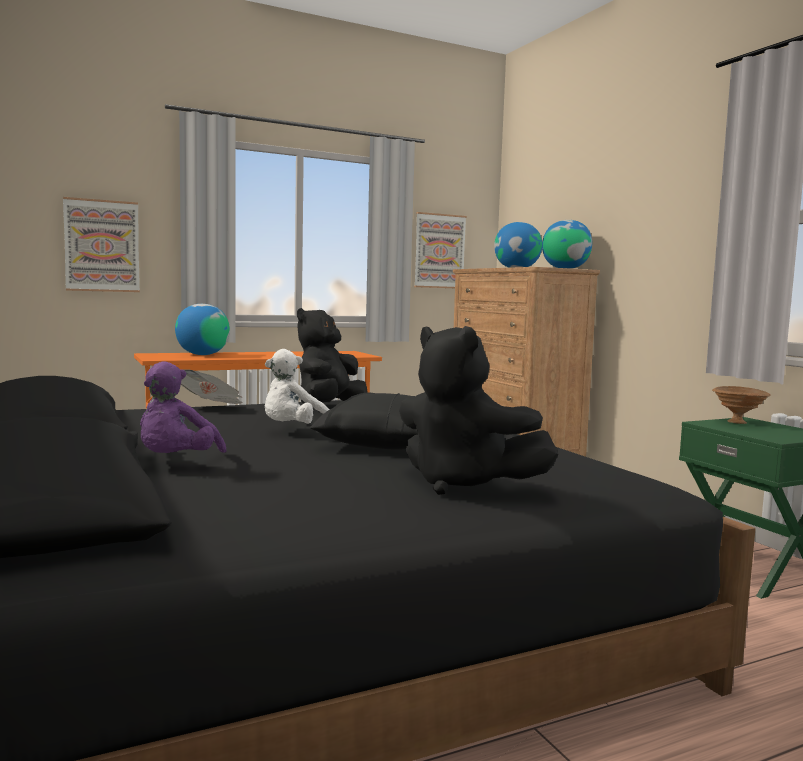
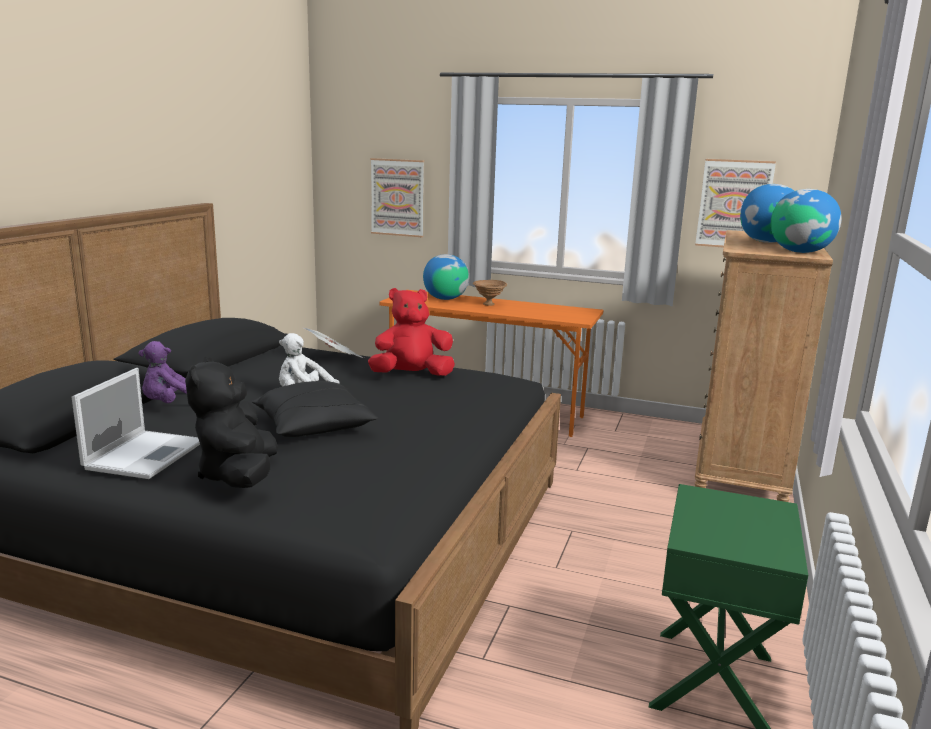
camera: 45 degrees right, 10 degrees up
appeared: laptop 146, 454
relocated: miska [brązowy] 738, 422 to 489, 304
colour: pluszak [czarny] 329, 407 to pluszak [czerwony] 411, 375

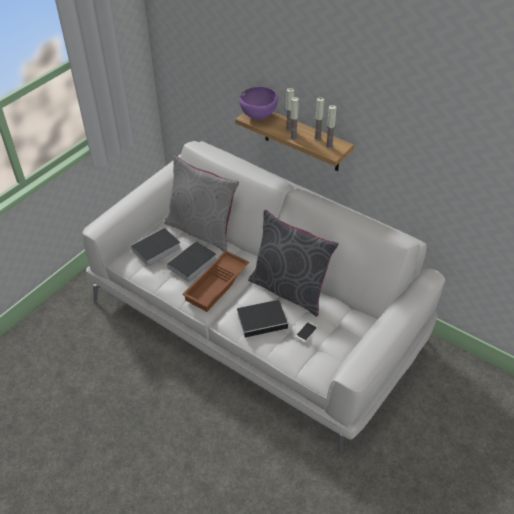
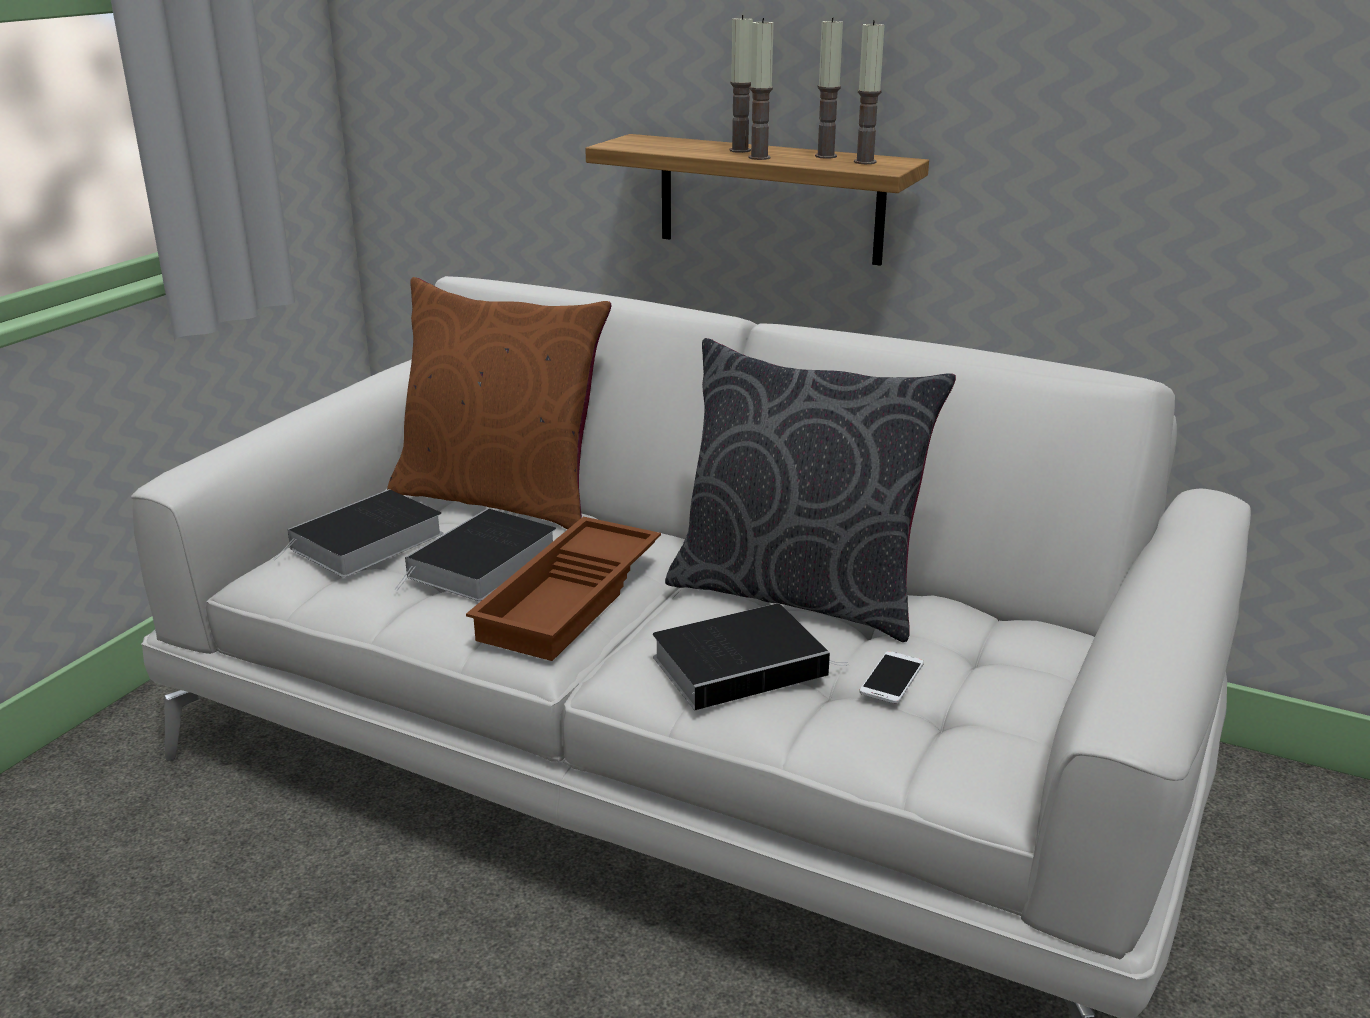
camera: 10 degrees left, 20 degrees down
missing: miska [fioletowy] 258, 116
colour: poduszka [szary] 202, 230 to poduszka [brązowy] 501, 498

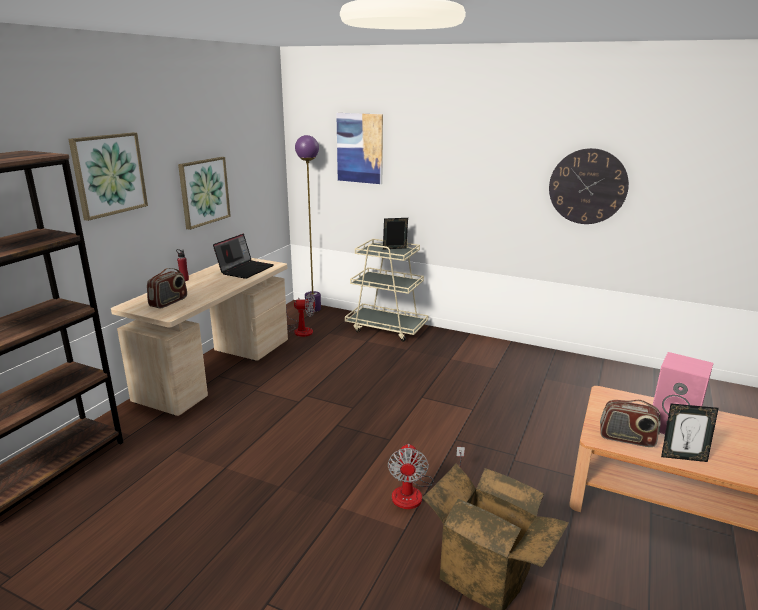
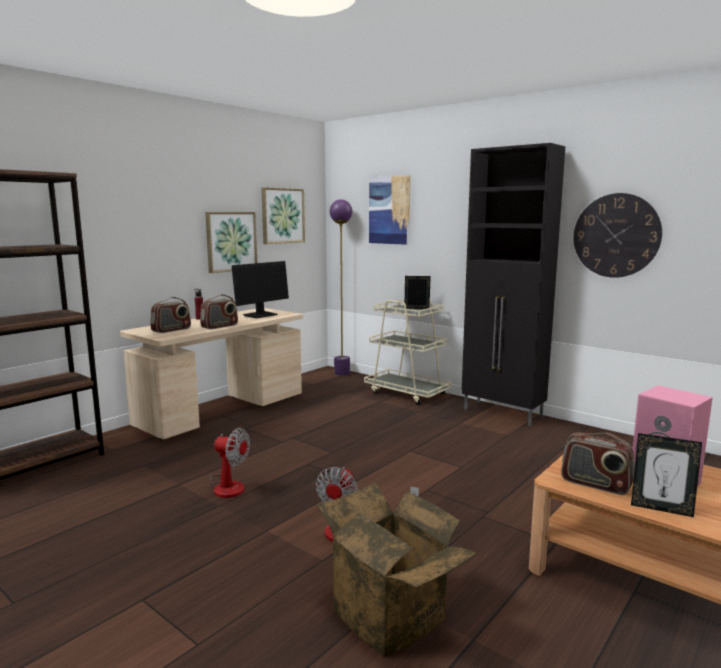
camera: 15 degrees right, 10 degrees down
appeared: radio 219, 326; szafka [czarny] 503, 413
relocated: obraz 109, 174 to 282, 216; wentylator 300, 330 to 228, 485
exchanged: laptop 245, 269 to monitor 260, 315

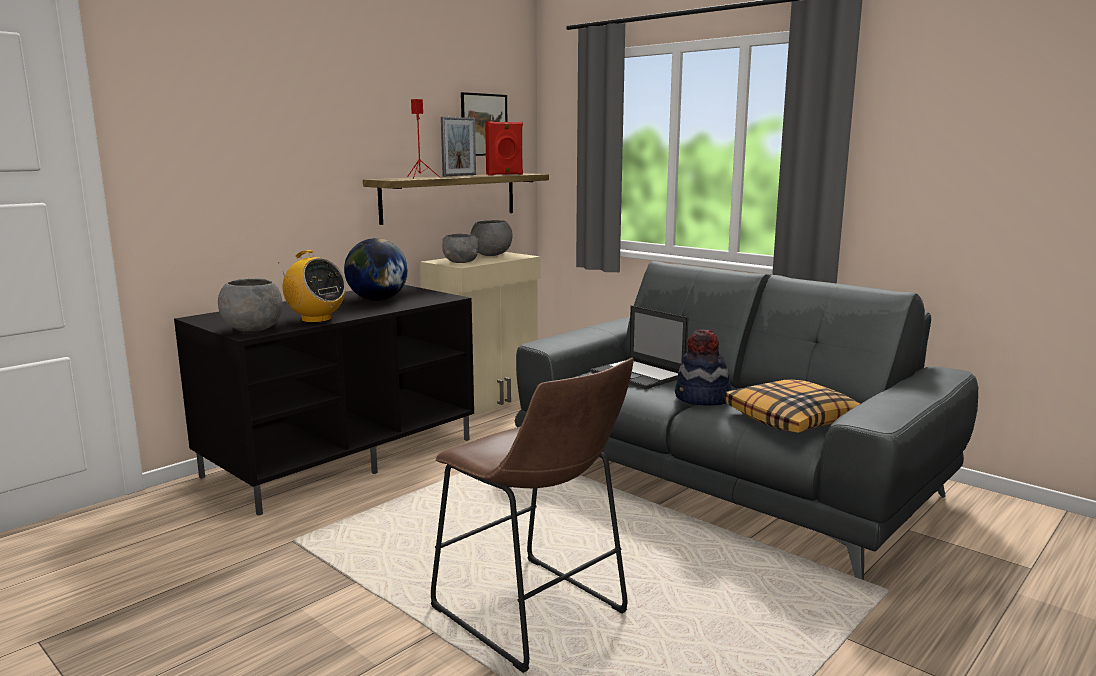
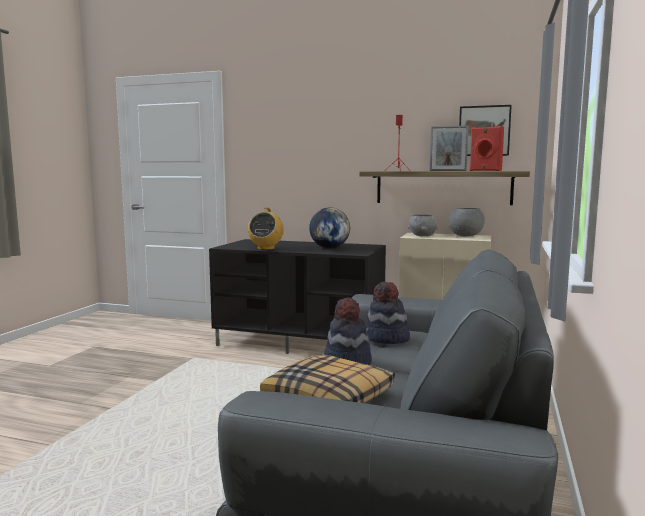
camera: 65 degrees right, 5 degrees down
missing: miska [szary] 253, 329; stołek [brązowy] 535, 616
exchanged: laptop 639, 375 to kapelusz 386, 338

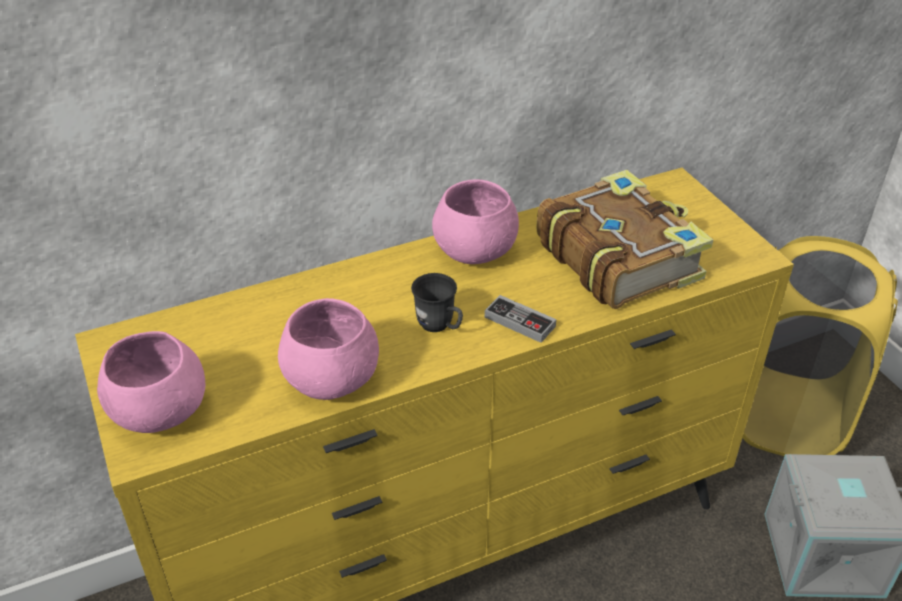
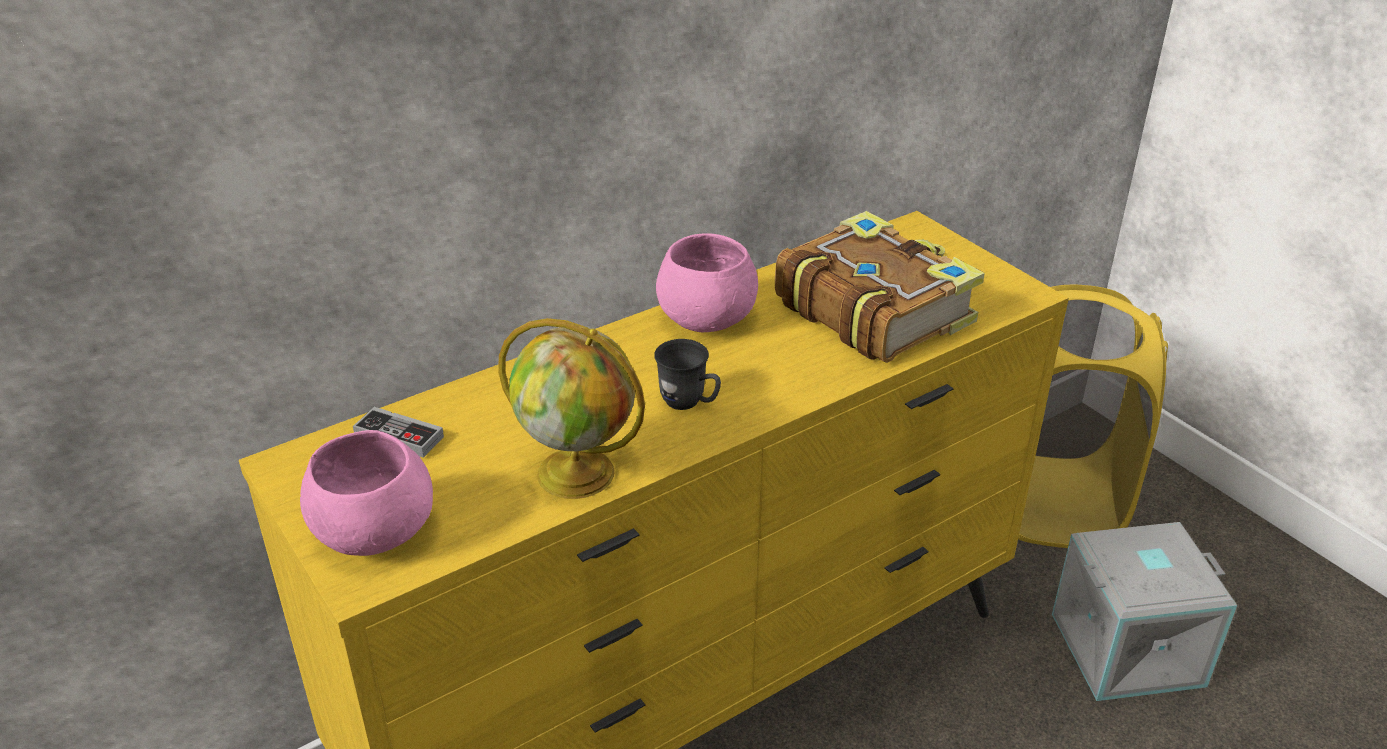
camera: 10 degrees left, 5 degrees down
relocated: pad do gier 519, 322 to 399, 436
exchanged: miska [różowy] 333, 379 to globus 578, 473

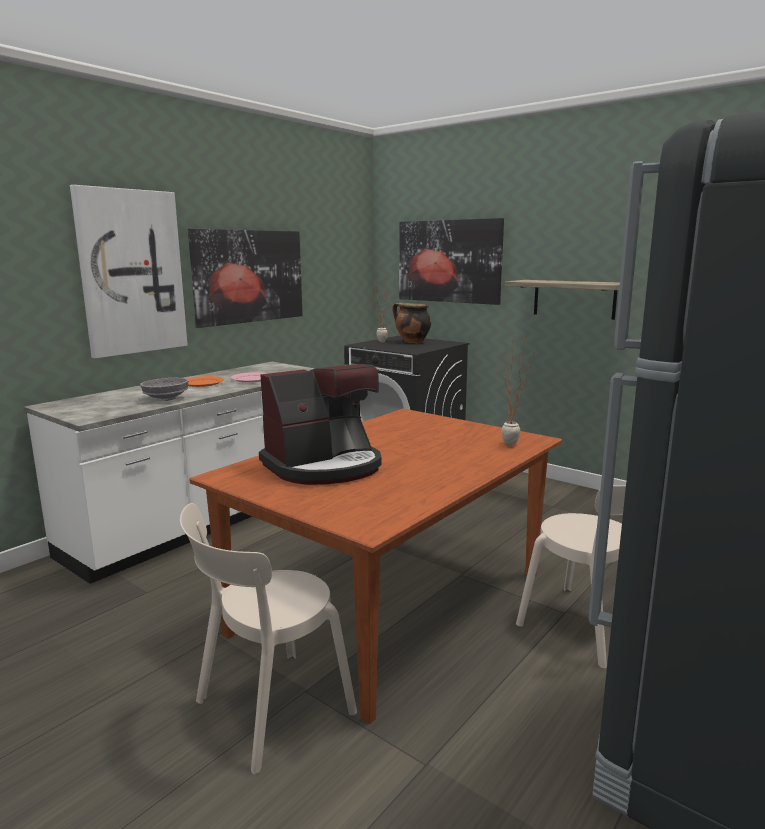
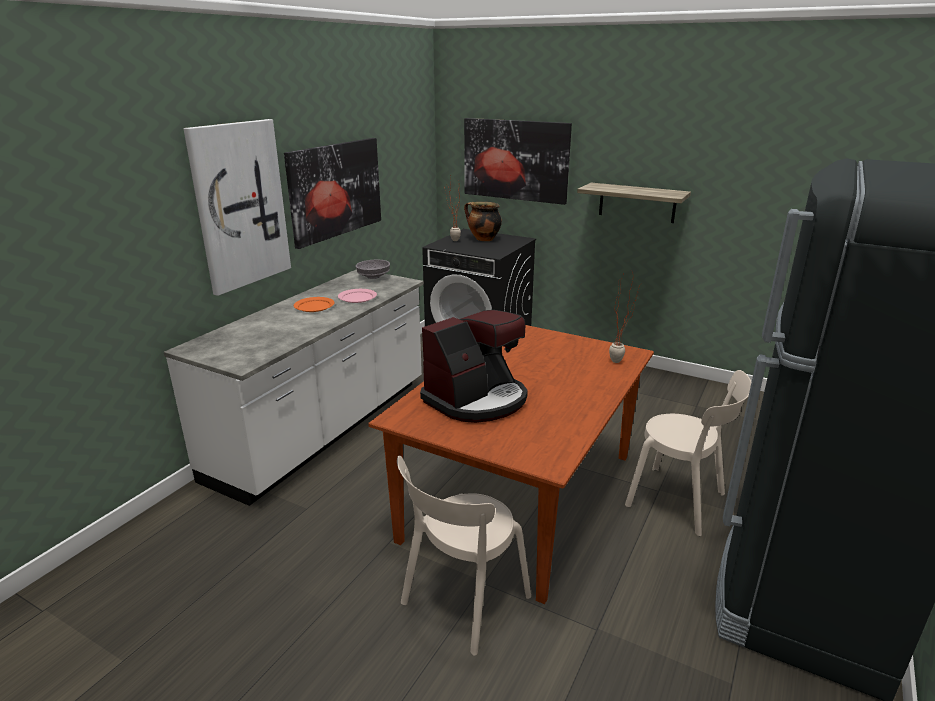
camera: 10 degrees left, 10 degrees up
relocated: miska [szary] 166, 399 to 374, 276

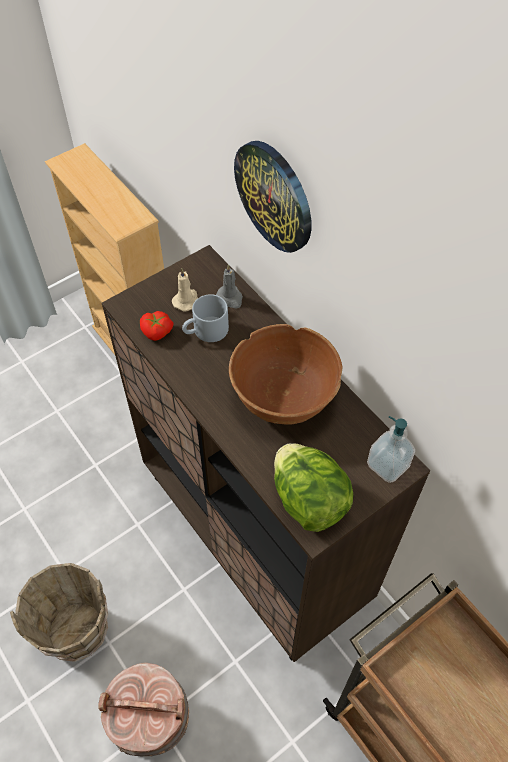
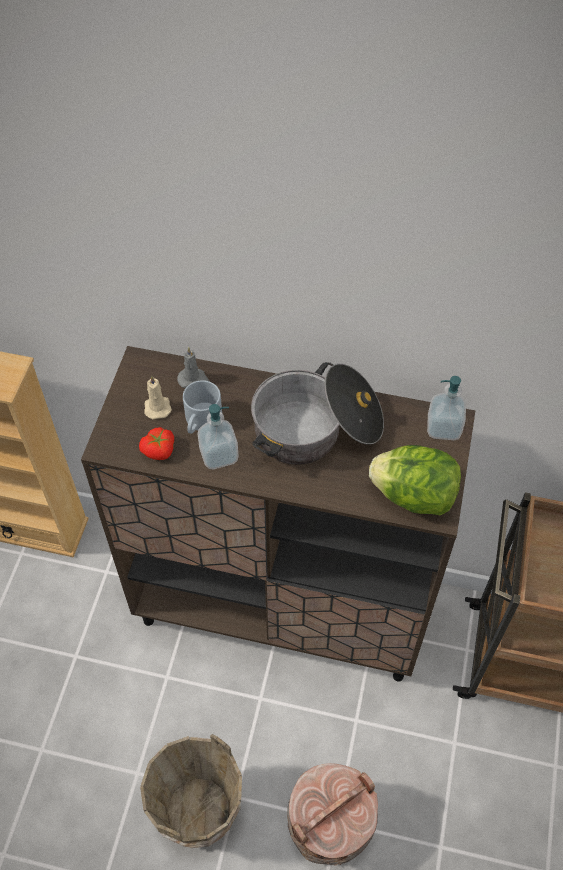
camera: 40 degrees left, 0 degrees up
missing: zegar ścienny 275, 196
appeared: dozownik mydła 219, 455
exchanged: miska [brązowy] 283, 395 to garnek 317, 430

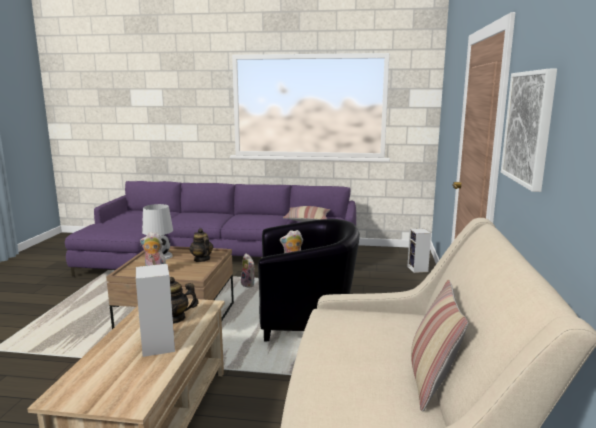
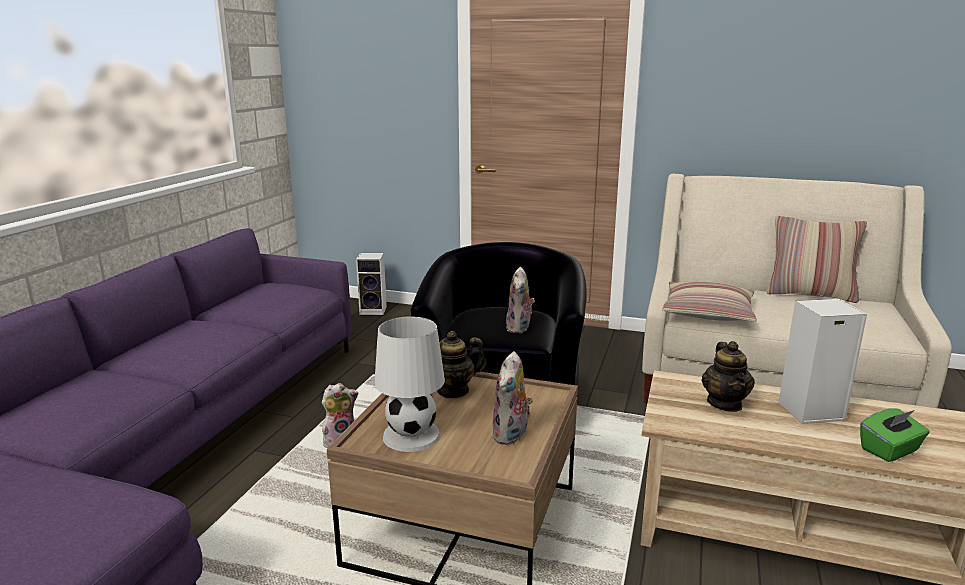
camera: 80 degrees left, 5 degrees up
missing: obraz 529, 127
appeared: pudełko chusteczek [zielony] 890, 450
relocated: poduszka 307, 220 to 708, 313

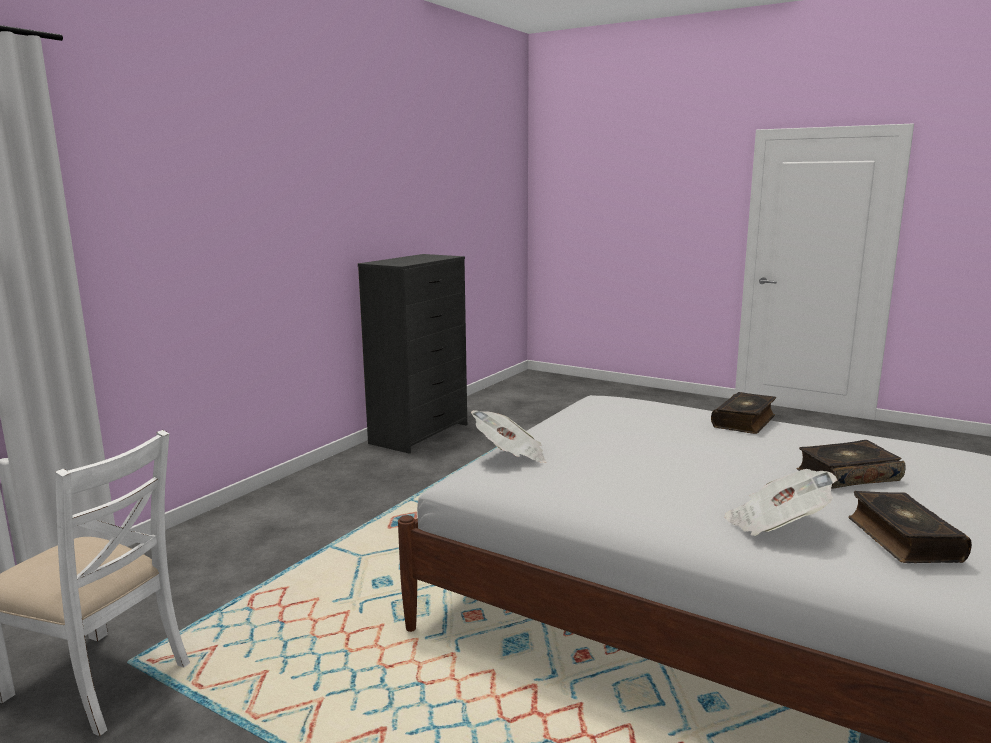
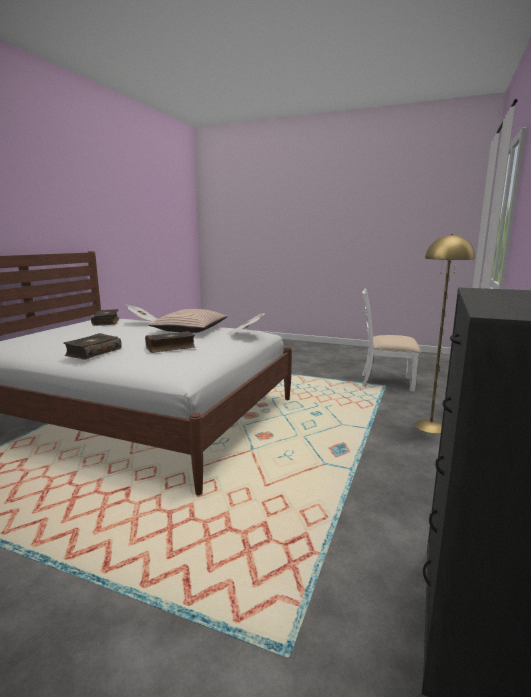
camera: 170 degrees right, 0 degrees up
appeared: poduszka 190, 329; lampa stojąca [żółty] 430, 426
relocated: książka 846, 475 to 170, 347

